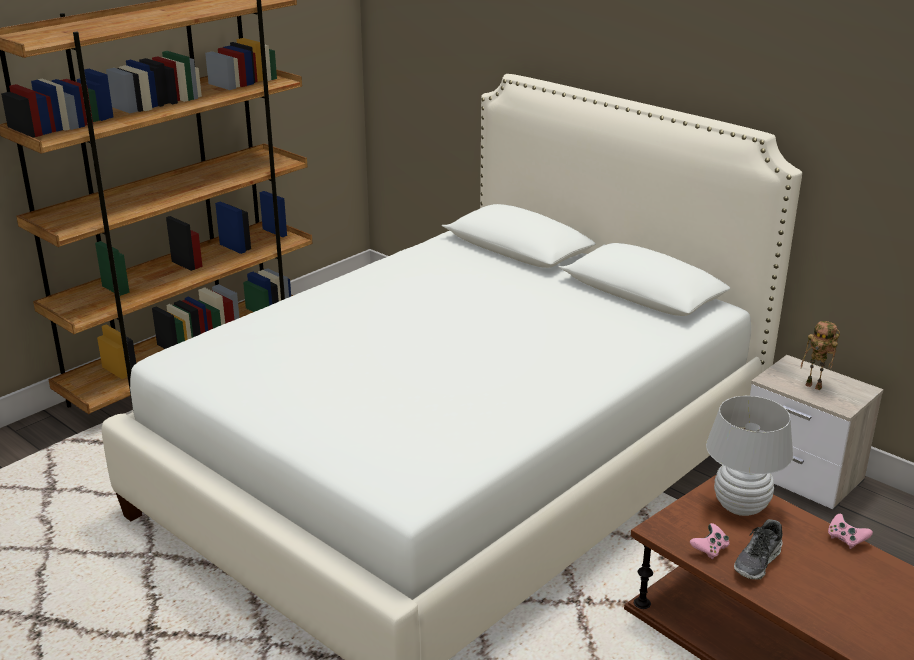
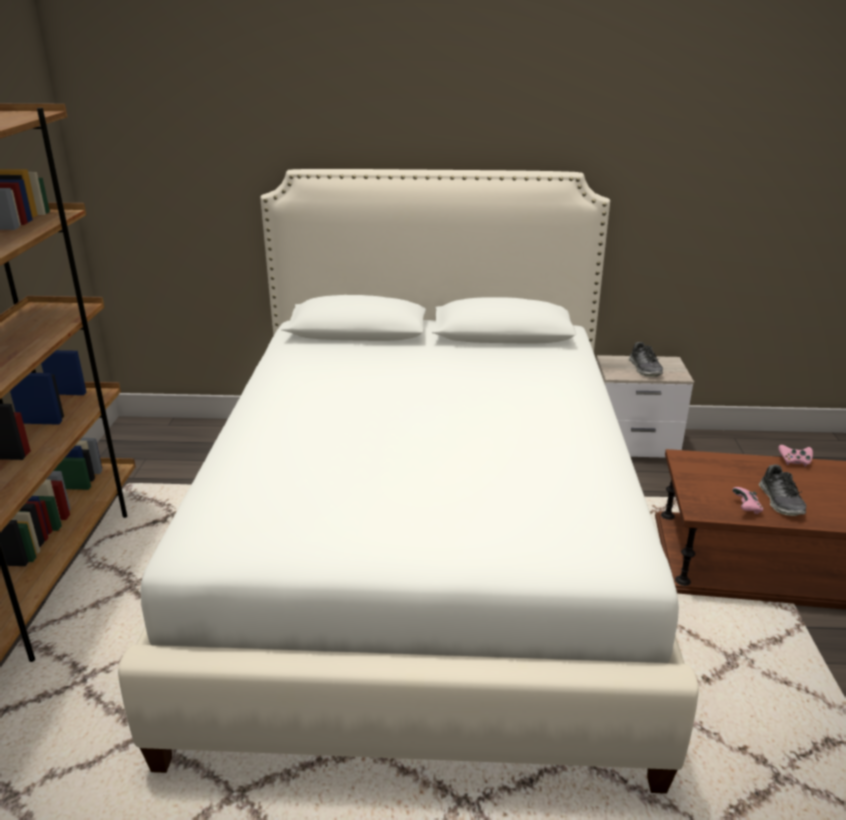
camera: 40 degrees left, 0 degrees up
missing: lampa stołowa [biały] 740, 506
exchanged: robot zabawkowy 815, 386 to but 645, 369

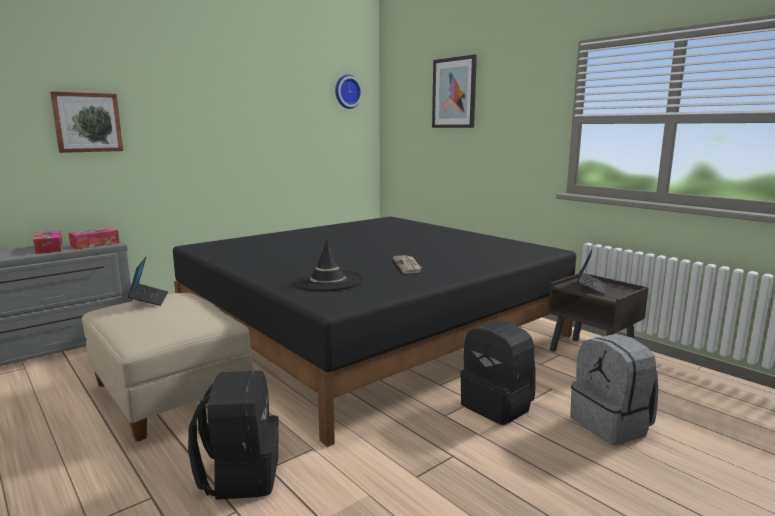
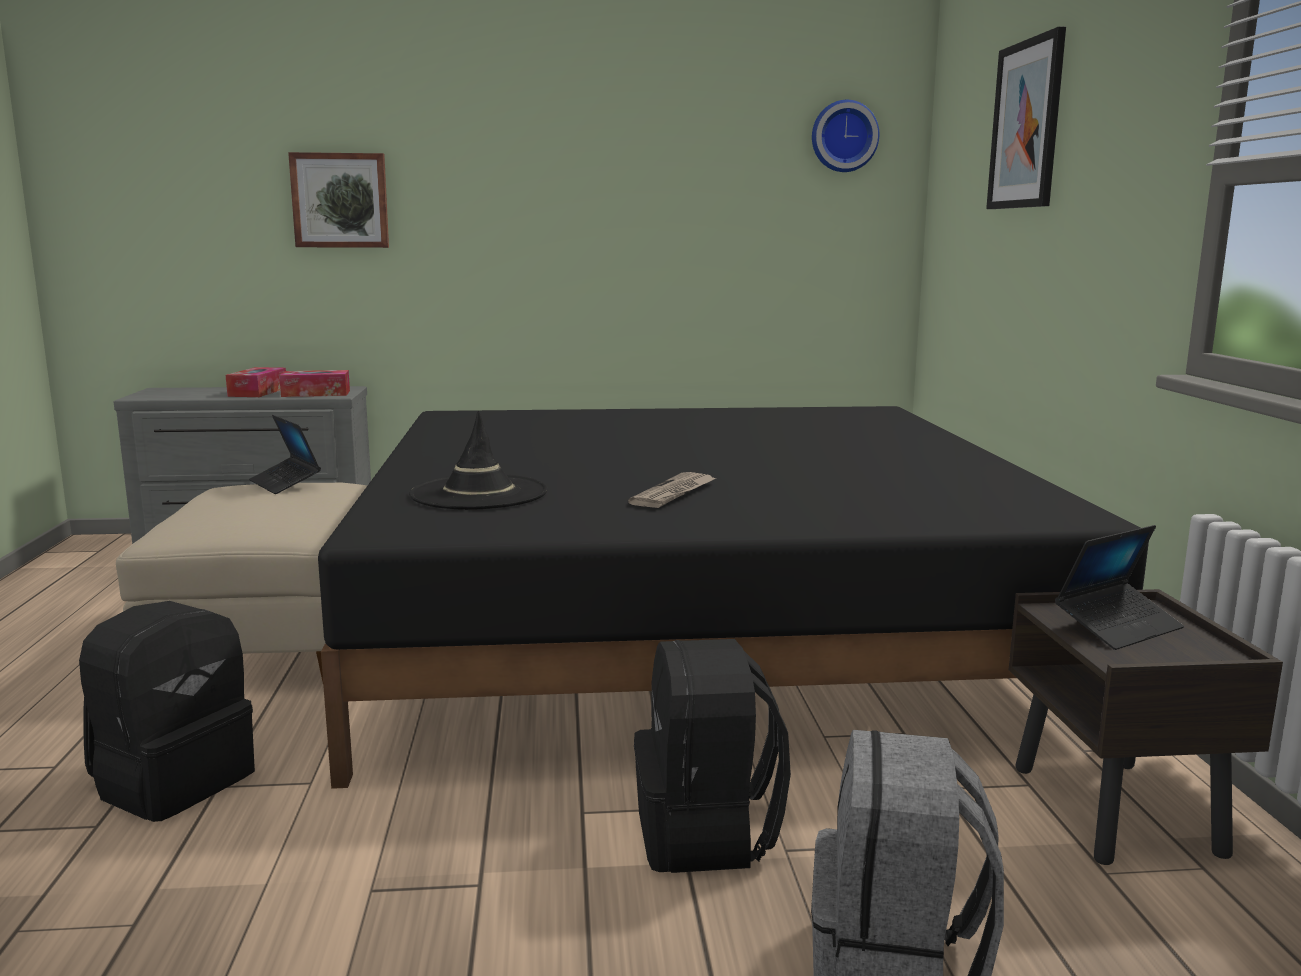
camera: 35 degrees right, 0 degrees up
spun: laptop 149, 299 = 285, 483 120 degrees clockwise

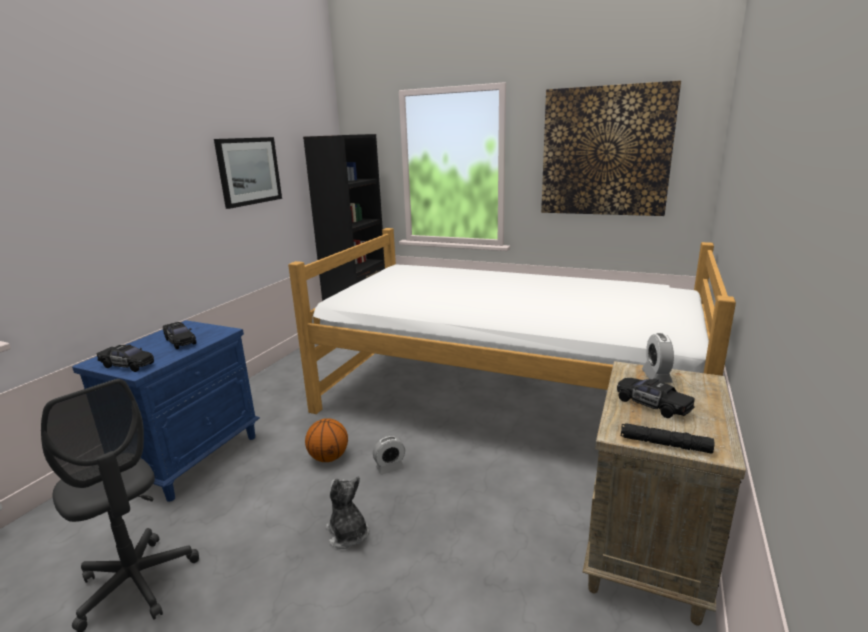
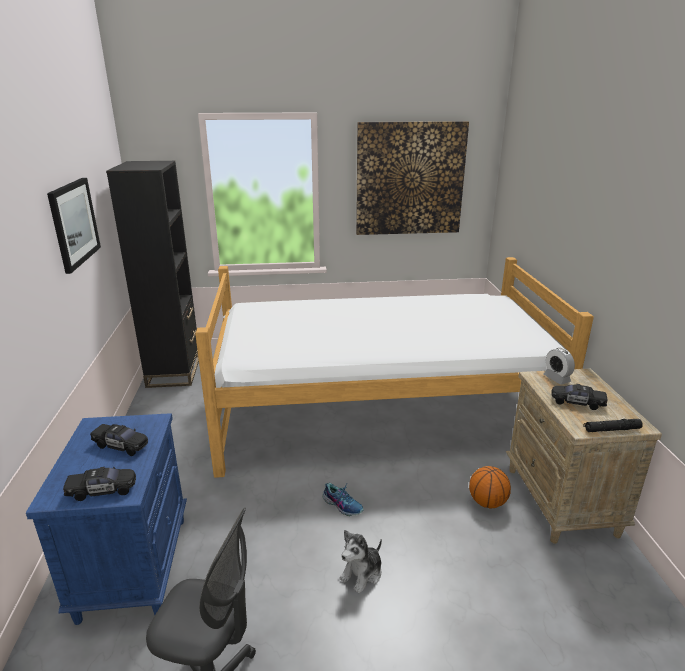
camera: 30 degrees left, 5 degrees up
relocated: piłka do koszykówki 329, 458 to 487, 502
exchanged: budzik 390, 468 to but 342, 505
spun: pluszak 348, 534 = 362, 574 75 degrees counterclockwise

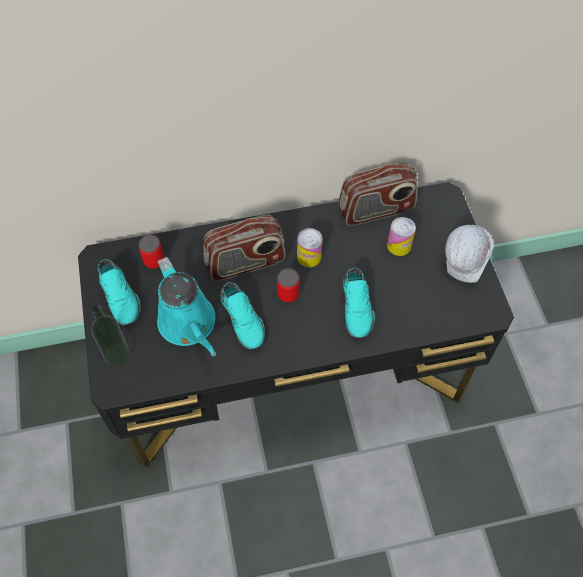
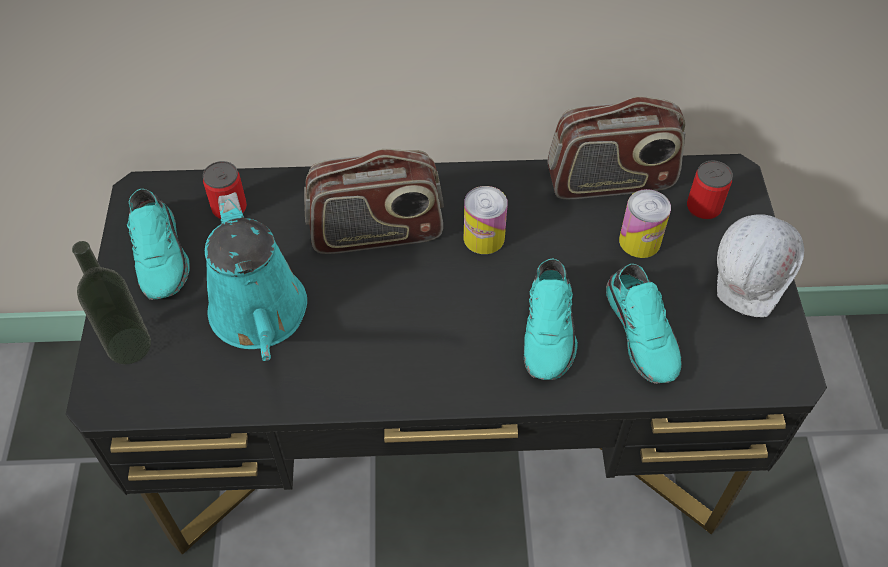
camera: 10 degrees right, 5 degrees down
relocated: but [turkusowy] 243, 319 to 643, 333; puszka 288, 294 to 703, 208

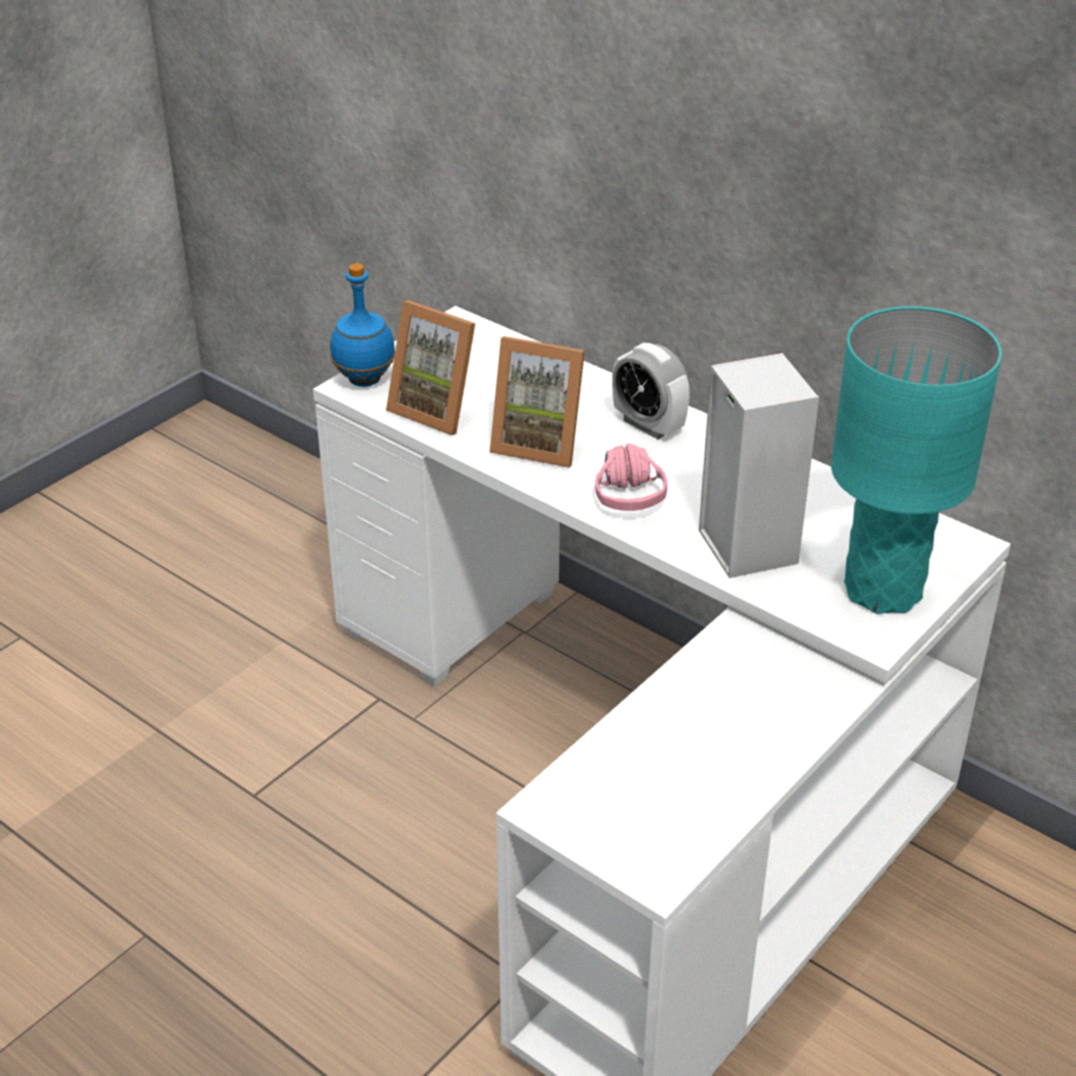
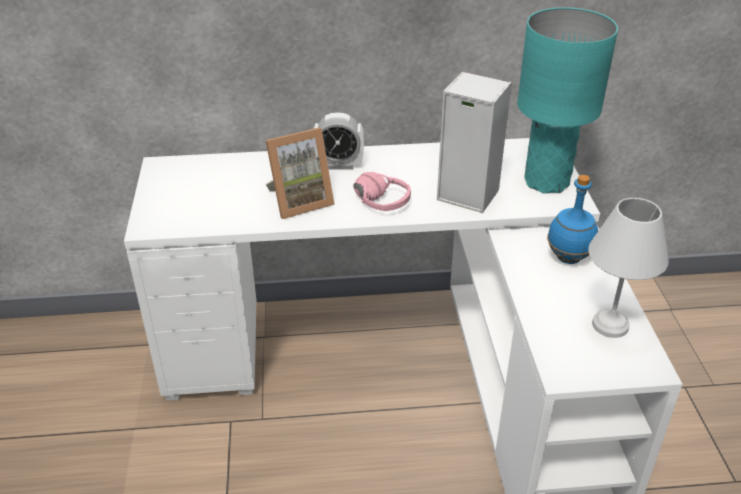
camera: 45 degrees left, 0 degrees up
missing: ramka na zdjęcie 438, 409
appeared: lampa stołowa [biały] 610, 326
relocated: butelka [niebieski] 364, 380 to 567, 258

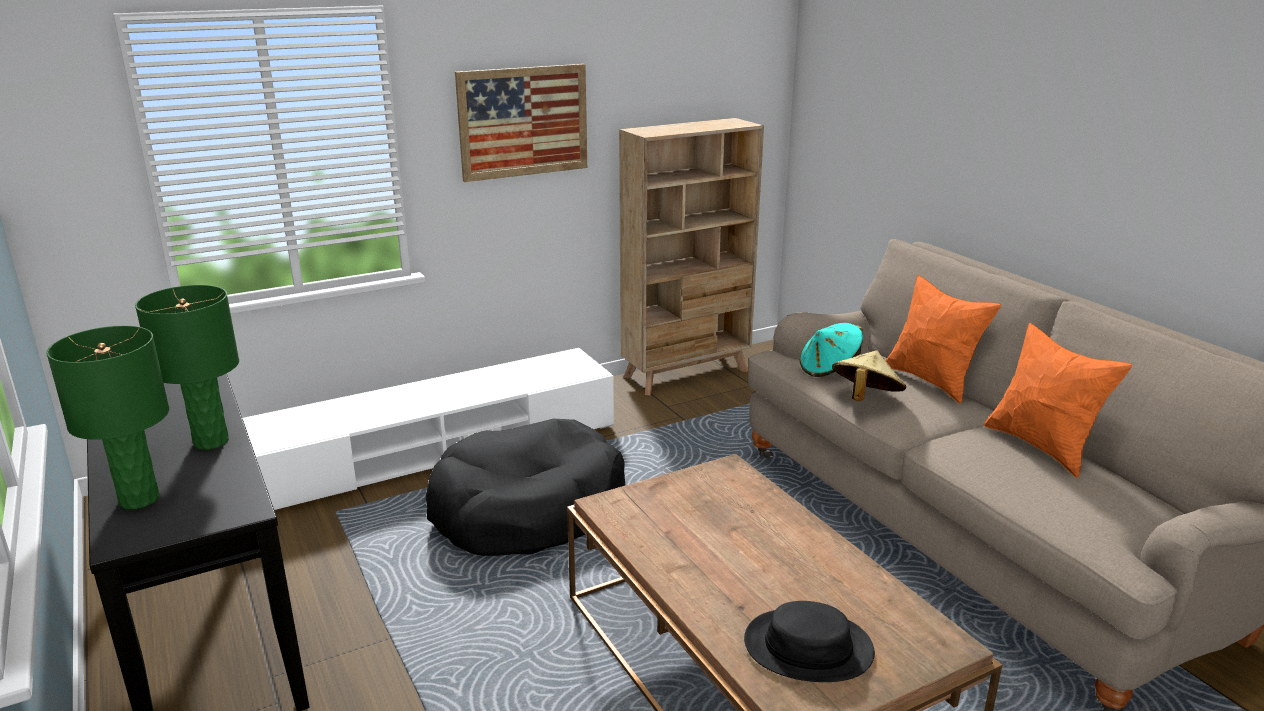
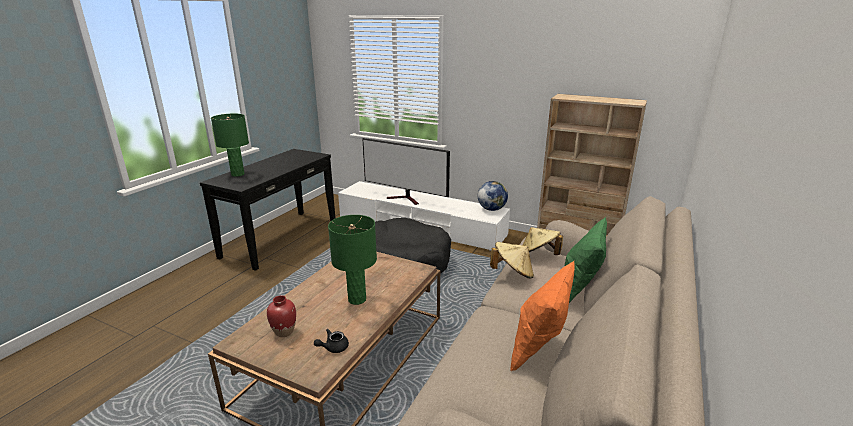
camera: 55 degrees right, 0 degrees up
missing: obraz 523, 122
appeared: imbryk [czarny] 333, 348; telewizor 406, 199; globus 491, 209
relocated: lampa stołowa [zielony] 211, 441 to 357, 299
exchanged: kapelusz [czarny] 808, 647 to wazon [czerwony] 284, 331
colour: kapelusz [turkusowy] 829, 369 to kapelusz [beżowy] 538, 255; poduszka [pomarańczowy] 932, 381 to poduszka [zielony] 580, 290

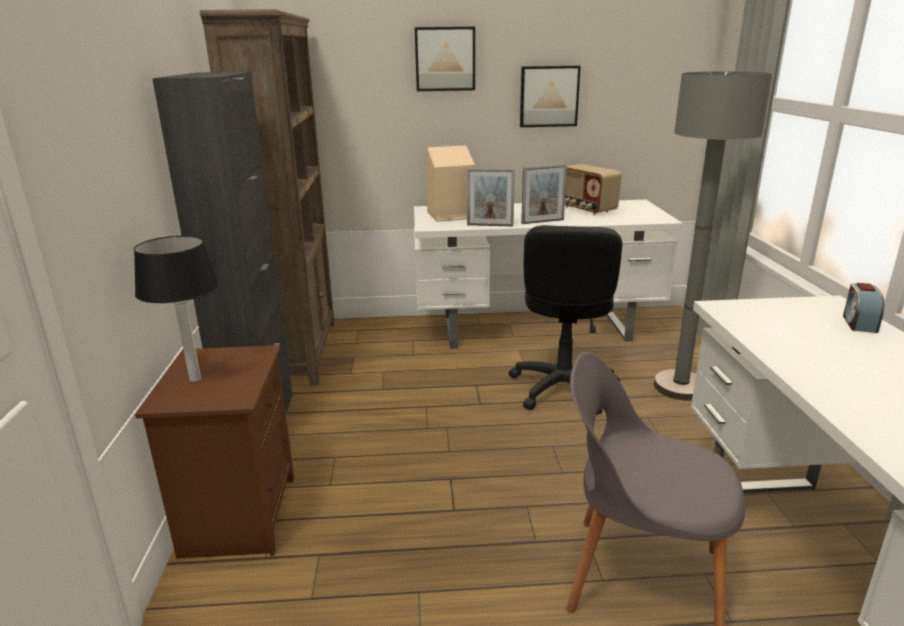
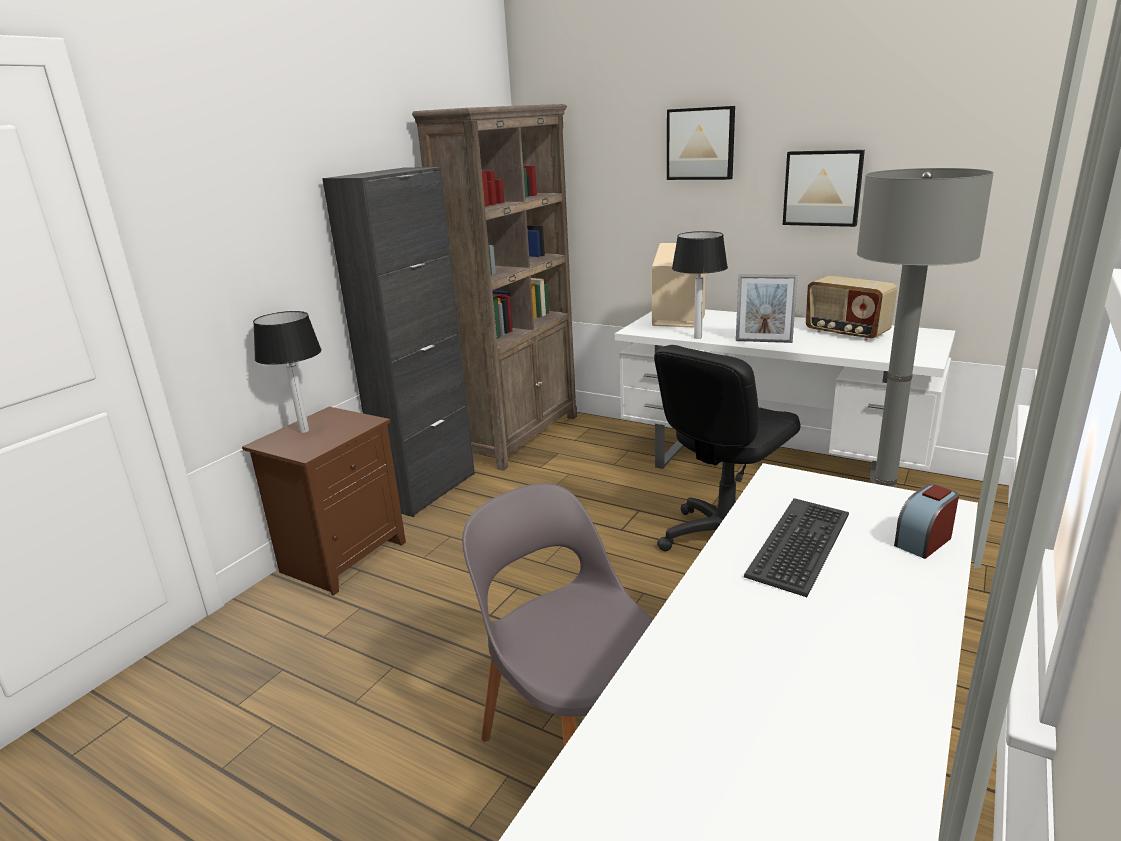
camera: 35 degrees right, 0 degrees up
appeared: klawiatura 801, 545
exchanged: ramka na zdjęcie 490, 225 to lampa stołowa 698, 337
spun: radio 586, 209 = 846, 333 45 degrees counterclockwise

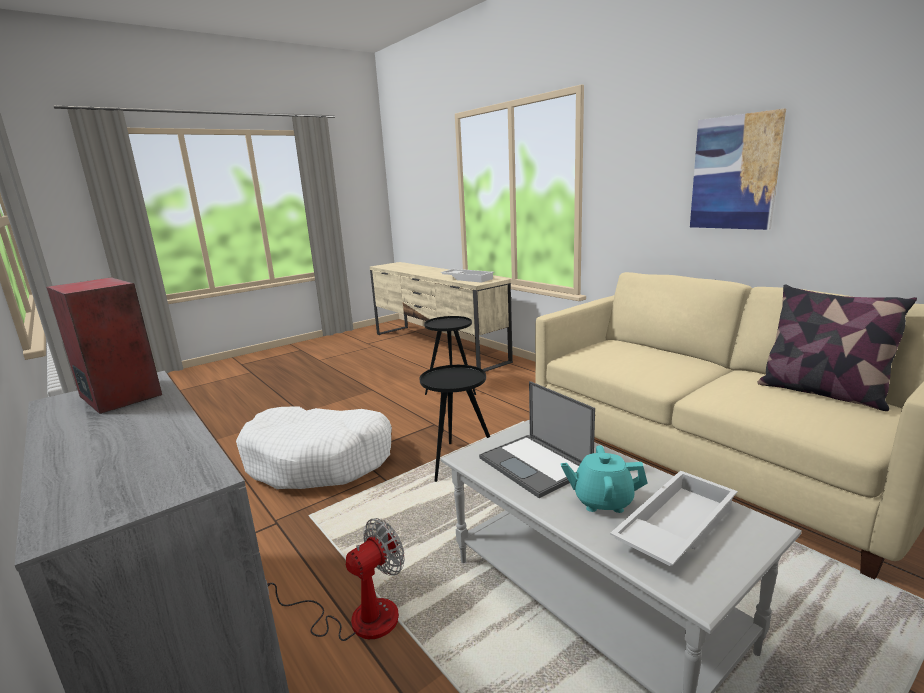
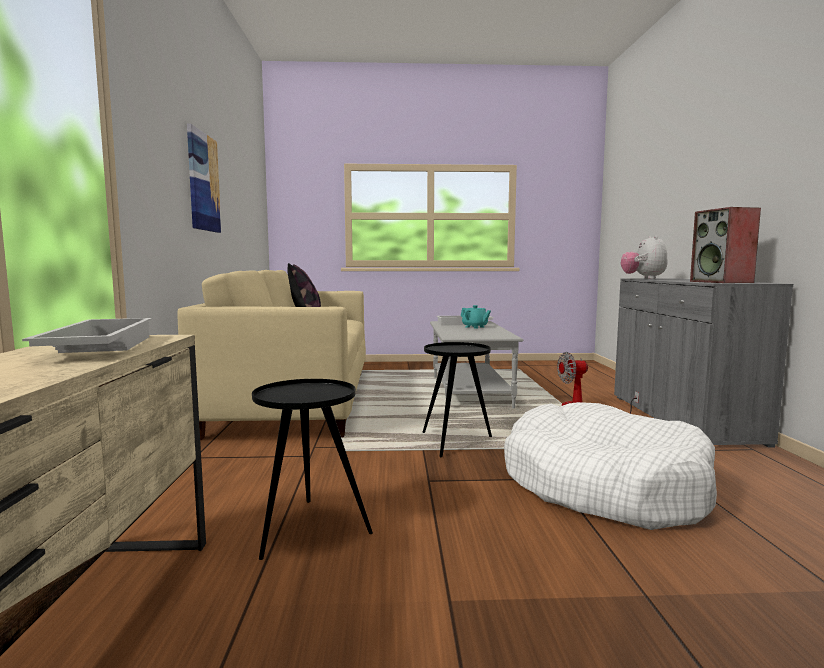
camera: 145 degrees left, 10 degrees down
missing: laptop 536, 465
appeared: pluszak 643, 278

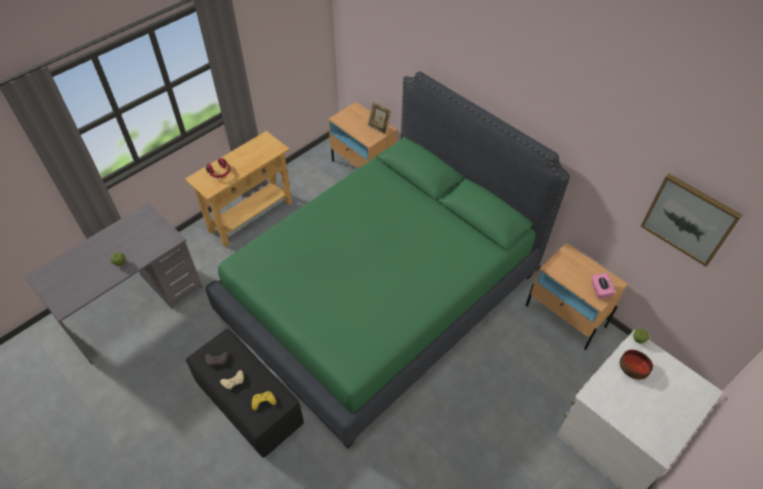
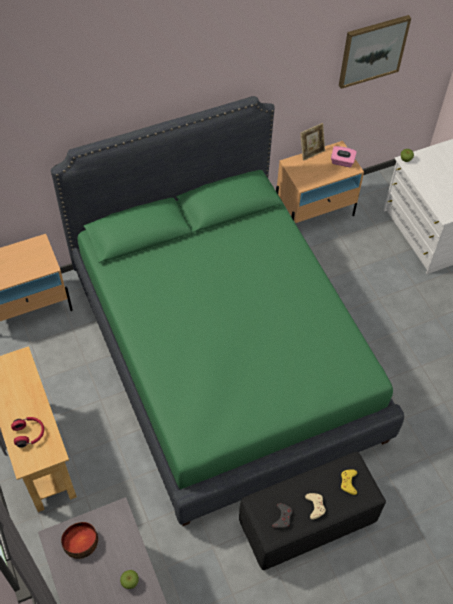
camera: 70 degrees left, 5 degrees up
relocated: ramka na zdjęcie 379, 128 to 311, 152; miska 634, 368 to 81, 542

